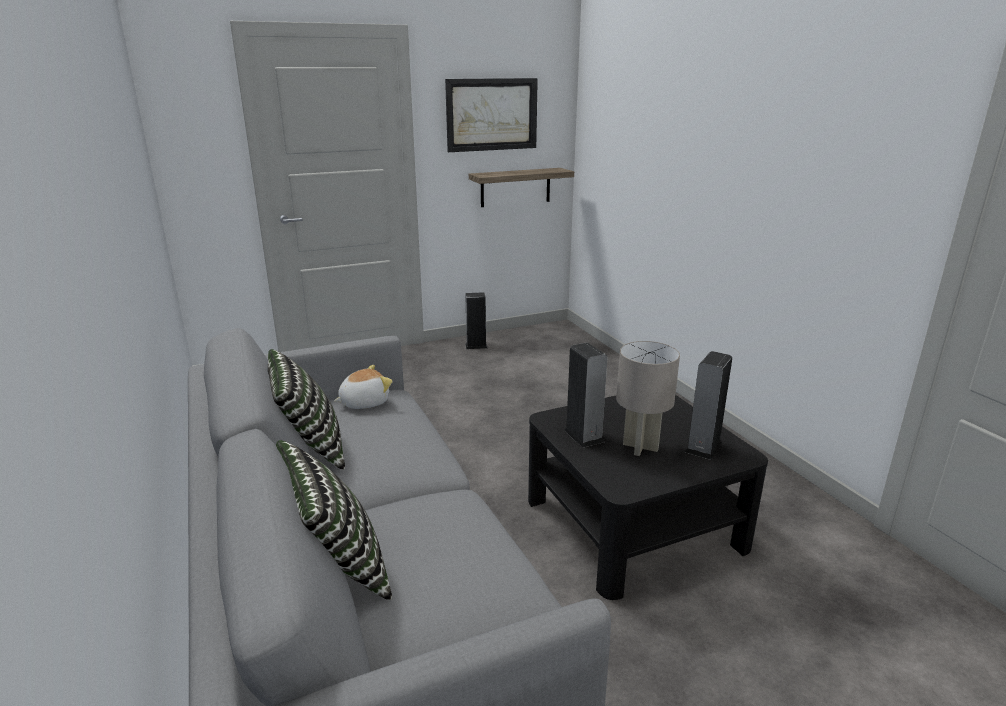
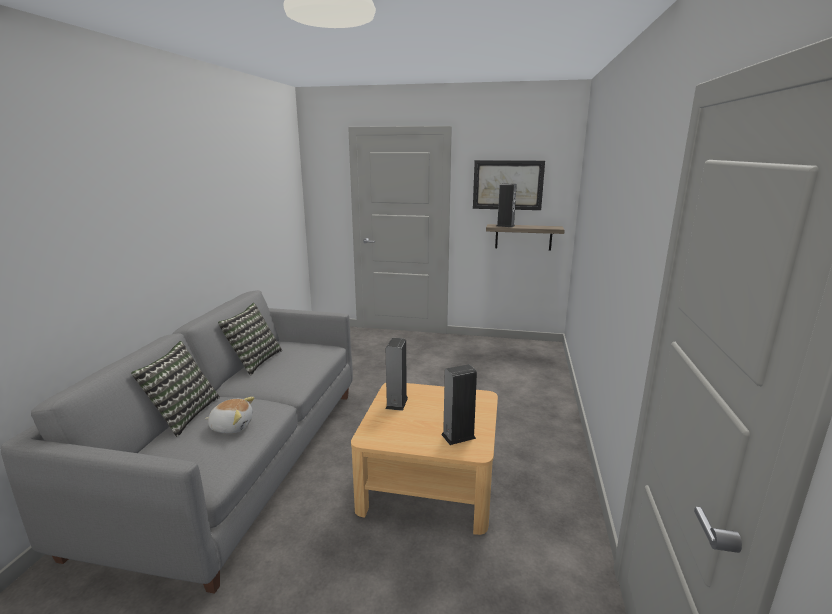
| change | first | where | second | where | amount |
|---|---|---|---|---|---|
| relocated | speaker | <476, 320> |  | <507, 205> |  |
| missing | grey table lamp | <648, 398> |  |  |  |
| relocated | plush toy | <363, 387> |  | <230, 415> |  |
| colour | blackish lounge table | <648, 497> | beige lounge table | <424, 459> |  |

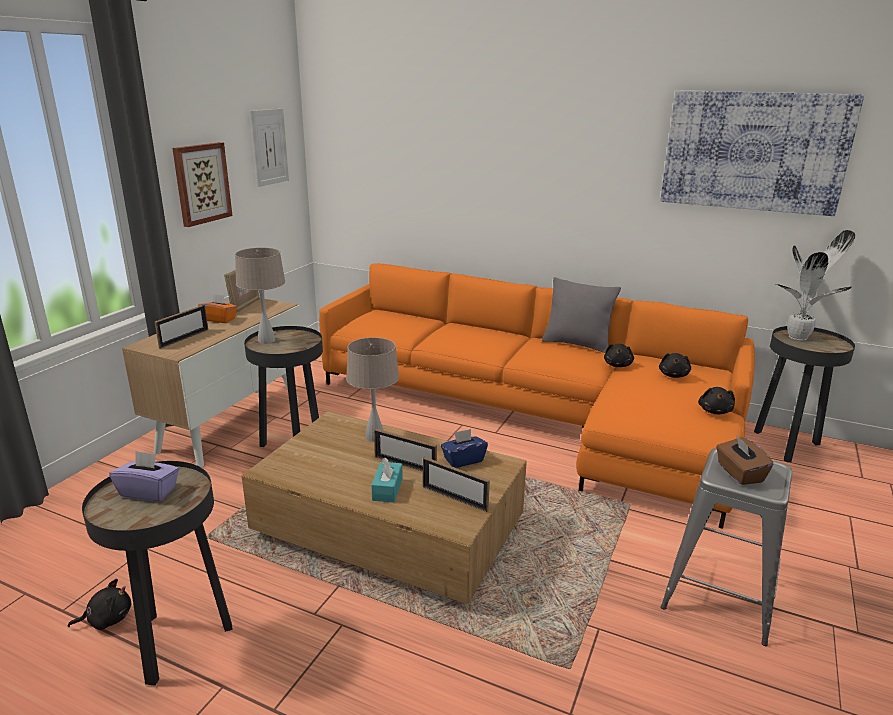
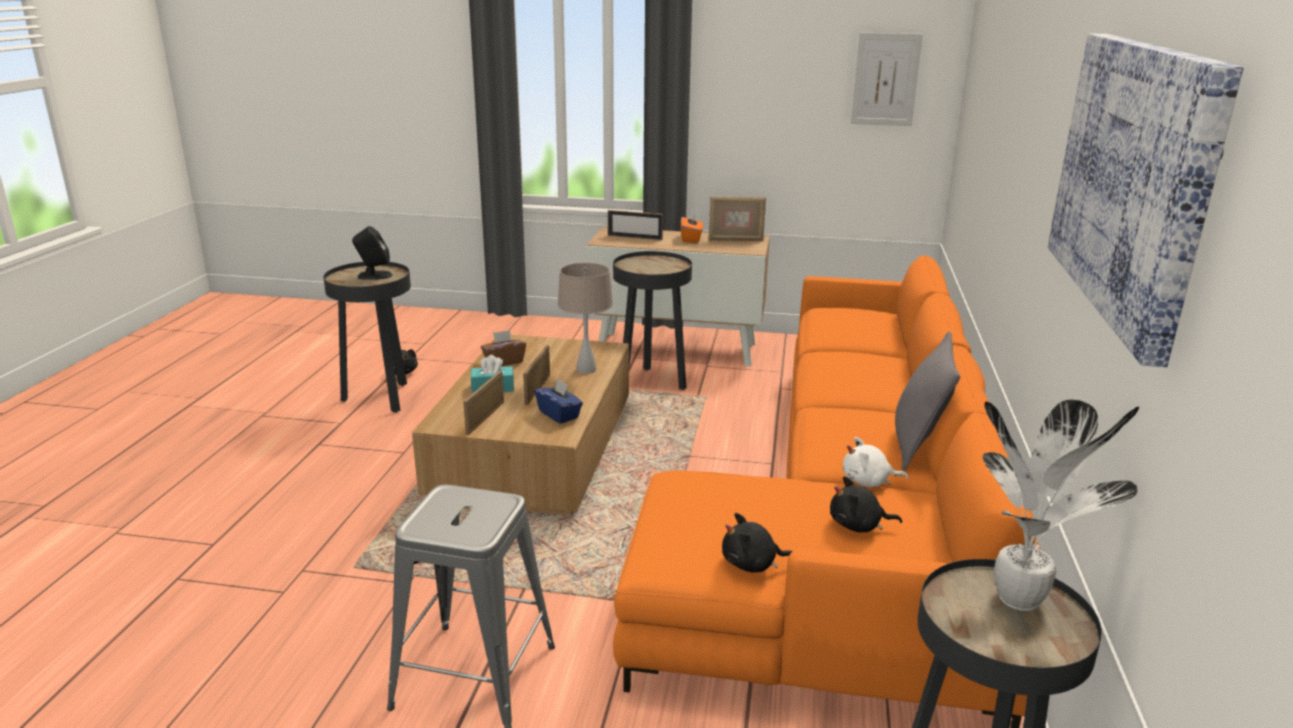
| change | first | where | second | where | amount |
|---|---|---|---|---|---|
| missing | wall picture | <202, 184> |  |  |  |
| missing | beige table lamp | <260, 295> |  |  |  |
| colour | blackish plush toy | <619, 355> | white-coloured plush toy | <875, 462> |  |
| relocated | brown tissue box | <744, 460> |  | <503, 348> |  |
| exchanged | purplish tissue box | <144, 476> | blackish speaker | <372, 253> |  |

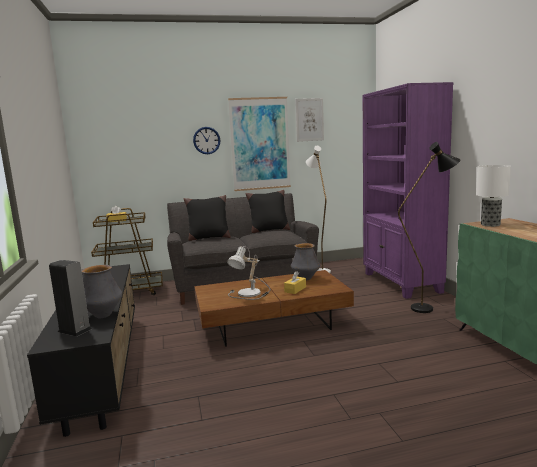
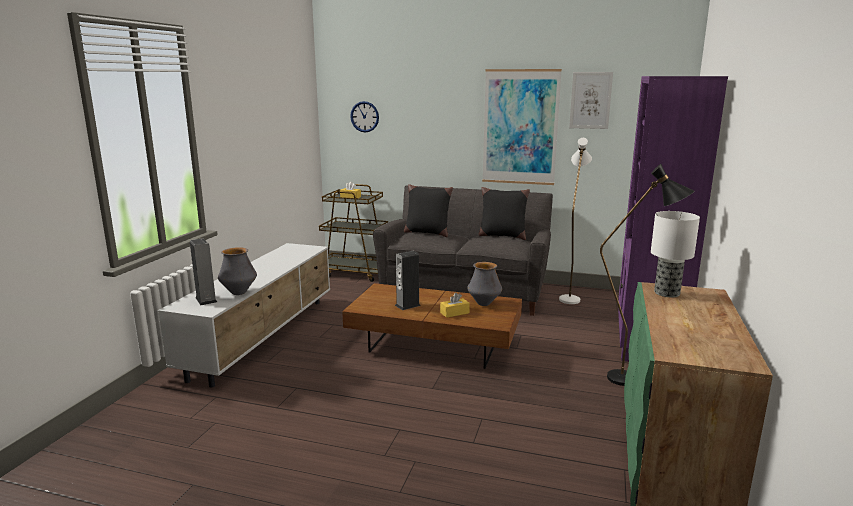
| change | first | where | second | where | amount |
|---|---|---|---|---|---|
| relocated | clock on the wall | <206, 140> |  | <364, 116> |  |
| exchanged | table lamp | <248, 273> | speaker | <408, 280> |  |
| colour | blackish tv stand | <81, 350> | white-coloured tv stand | <244, 315> |  |

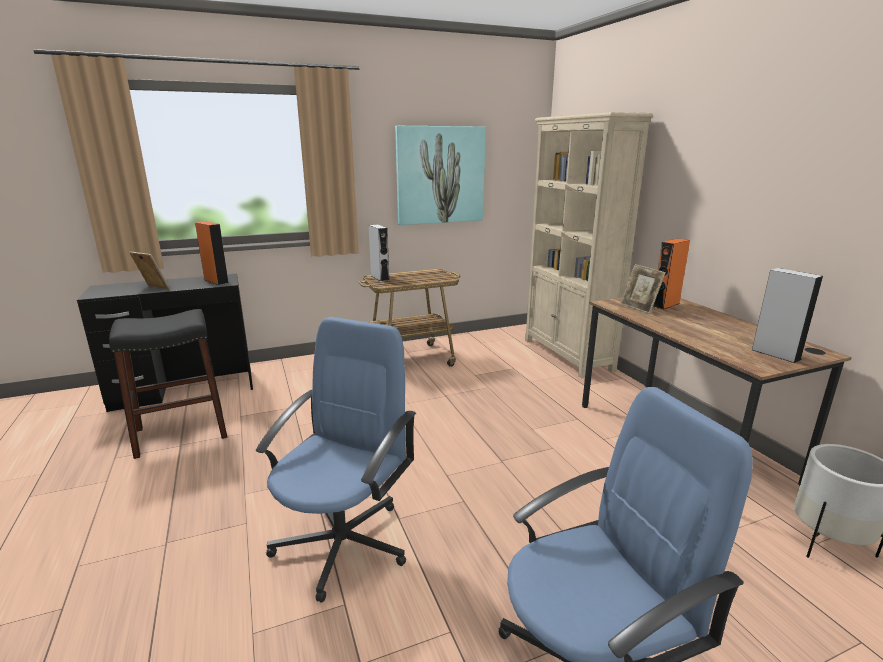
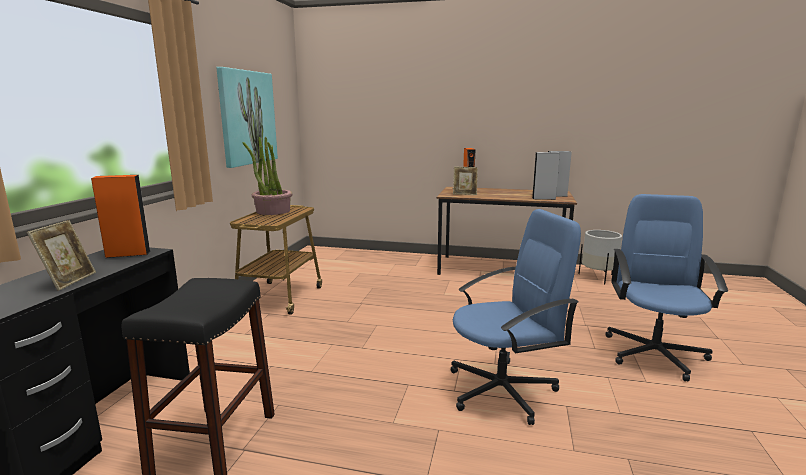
| change | first | where | second | where | amount |
|---|---|---|---|---|---|
| missing | beige bookcase | <589, 245> |  |  |  |
| relocated | grey speaker | <379, 253> |  | <546, 176> |  |
| spun | picture frame | <149, 271> |  | <61, 255> | 120 degrees clockwise |
| spun | blue computer chair | <336, 460> |  | <515, 317> | 105 degrees clockwise |
| appeared |  |  | houseplant | <267, 176> |  |

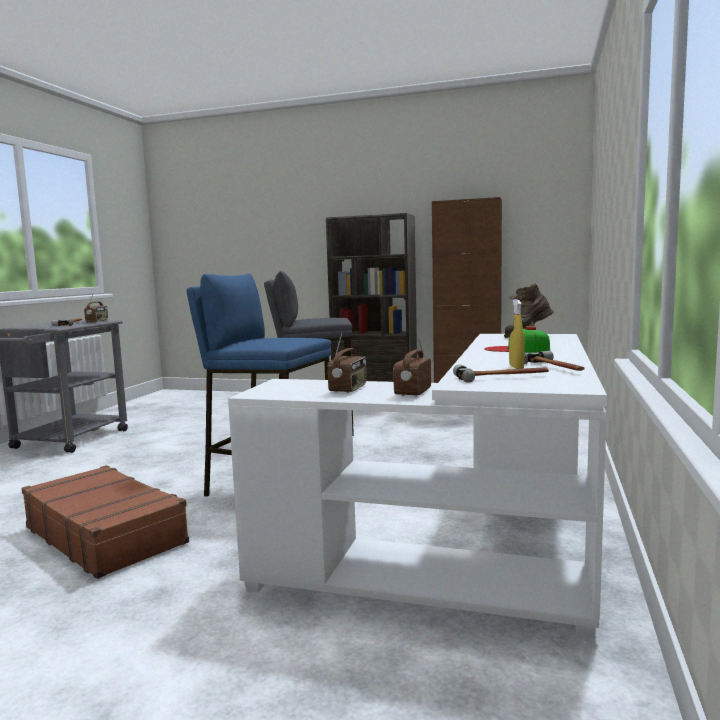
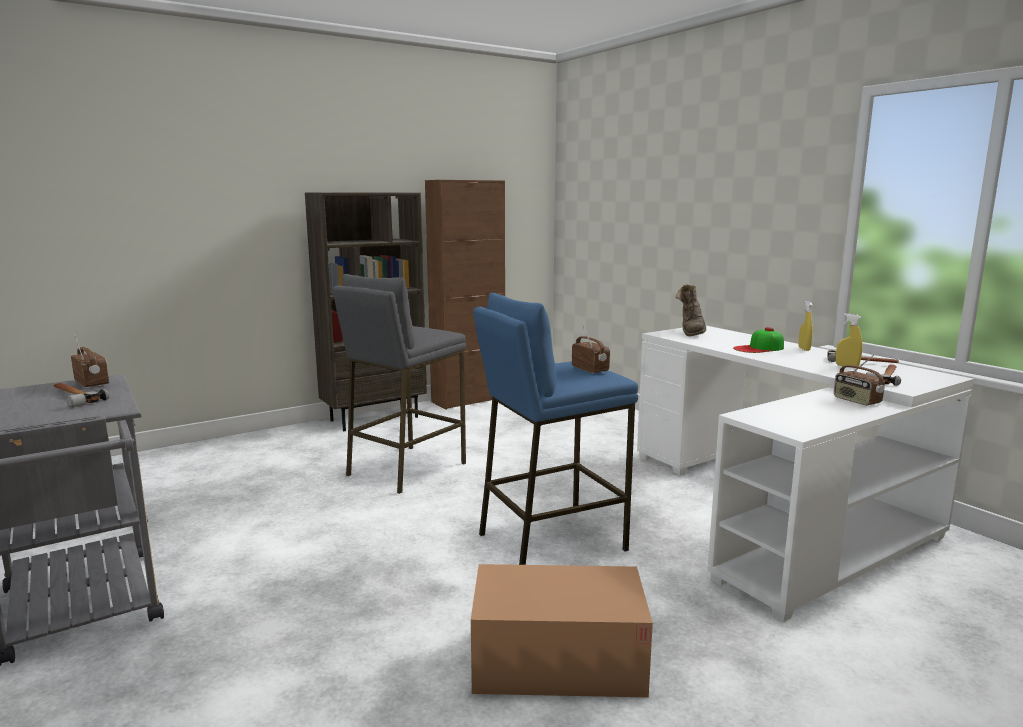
| change | first | where | second | where | amount |
|---|---|---|---|---|---|
| relocated | radio set | <347, 362> |  | <591, 349> |  |
| exchanged | brown suitcase | <105, 522> | cardboard box | <562, 631> |  |
| appeared |  |  | yellow sprayer | <805, 326> |  |

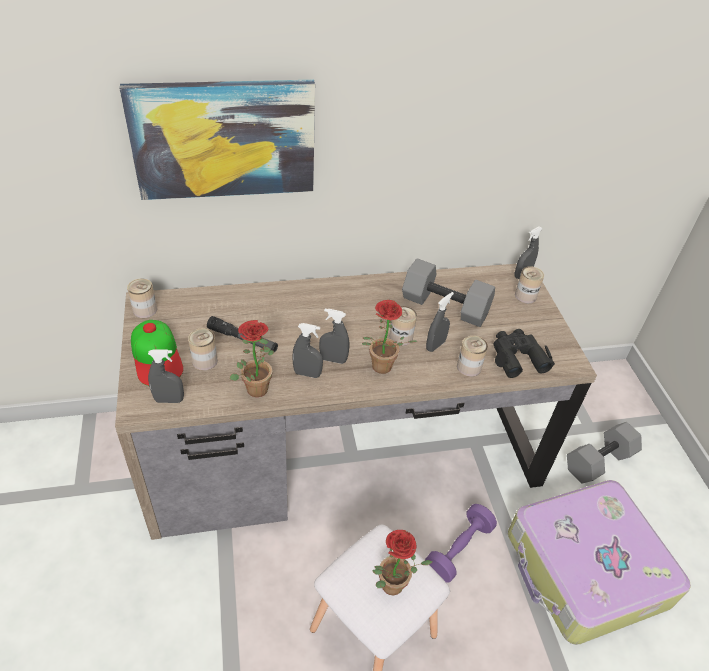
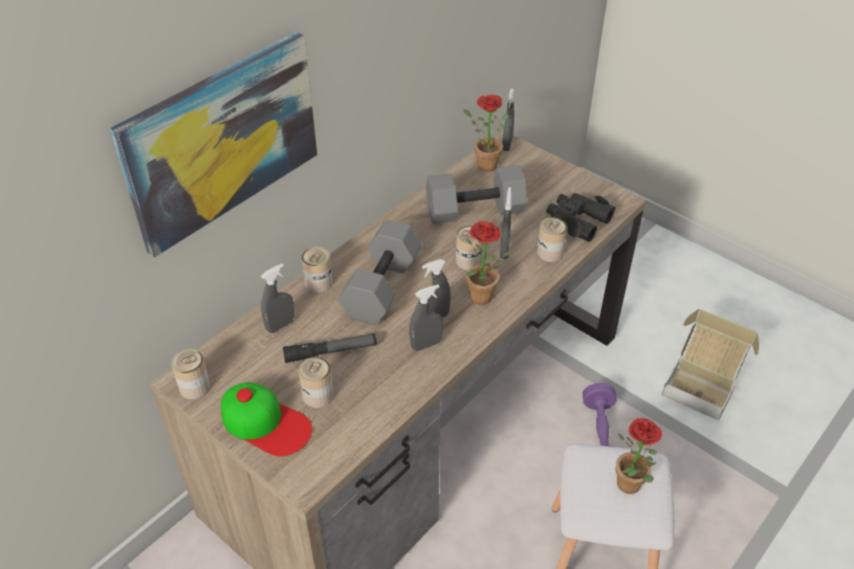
| change | first | where | second | where | amount |
|---|---|---|---|---|---|
| relocated | sealed can | <529, 284> |  | <317, 270> |  |
| relocated | houseplant | <252, 358> |  | <486, 133> |  |
| relocated | grey sprayer | <166, 376> |  | <277, 298> |  |
| relocated | grey free weight | <604, 452> |  | <379, 272> |  |
| exchanged | suitcase | <599, 562> | cardboard box | <710, 365> |  |

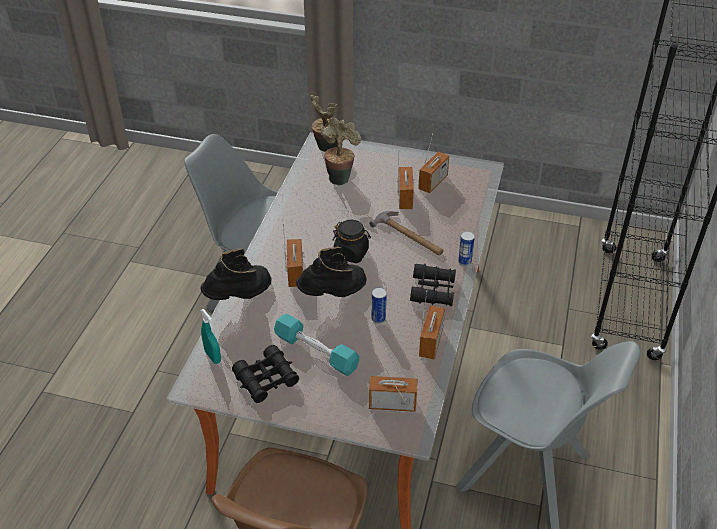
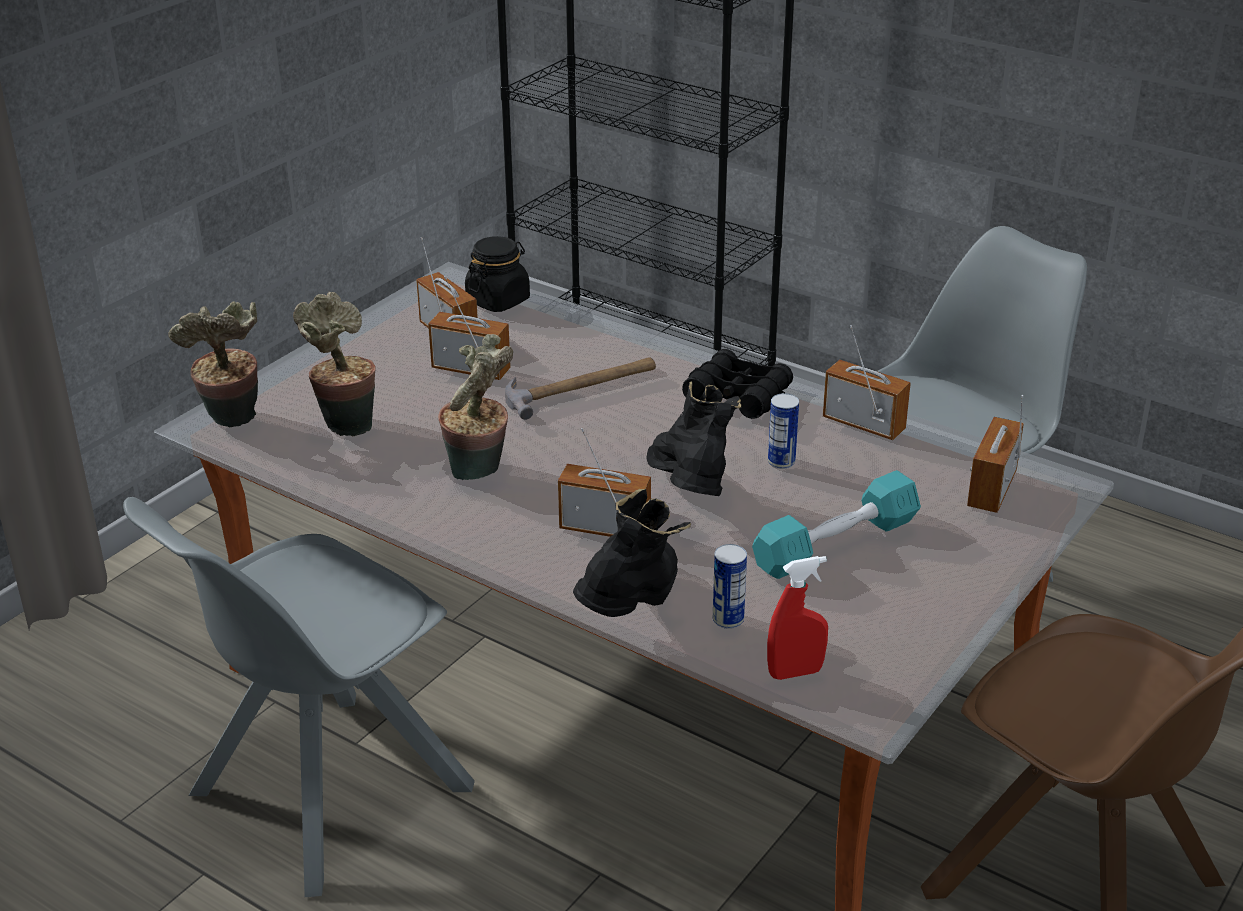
| change | first | where | second | where | amount |
|---|---|---|---|---|---|
| relocated | blackish jar | <351, 241> |  | <497, 274> |  |
| relocated | sealed can | <466, 248> |  | <730, 586> |  |
| spun | blackish tall boot | <236, 274> |  | <632, 553> | 45 degrees clockwise |
| colour | blue-green sprayer | <210, 336> | red sprayer | <797, 618> |  |
| missing | blackish field glasses | <265, 374> |  |  |  |
| appeared |  |  | houseplant | <475, 407> |  |

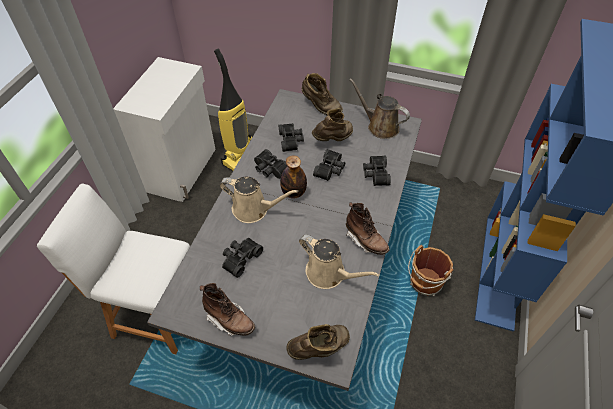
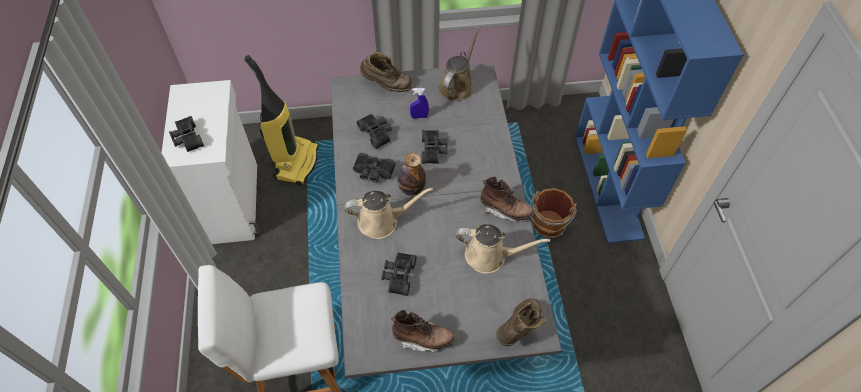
| change | first | where | second | where | amount |
|---|---|---|---|---|---|
| spun | brown sprinkling can | <379, 108> |  | <459, 63> | 105 degrees clockwise |
| exchanged | brown tall boot | <332, 124> | blue sprayer | <419, 103> |  |
| relocated | blackish field glasses | <377, 171> |  | <186, 134> |  |

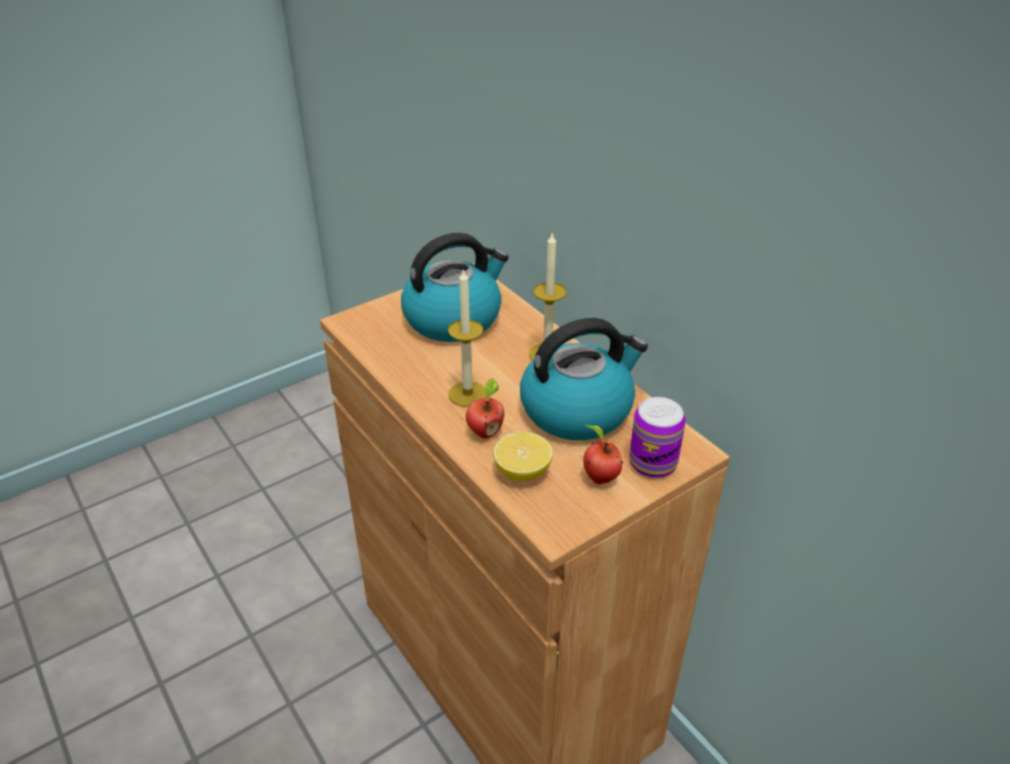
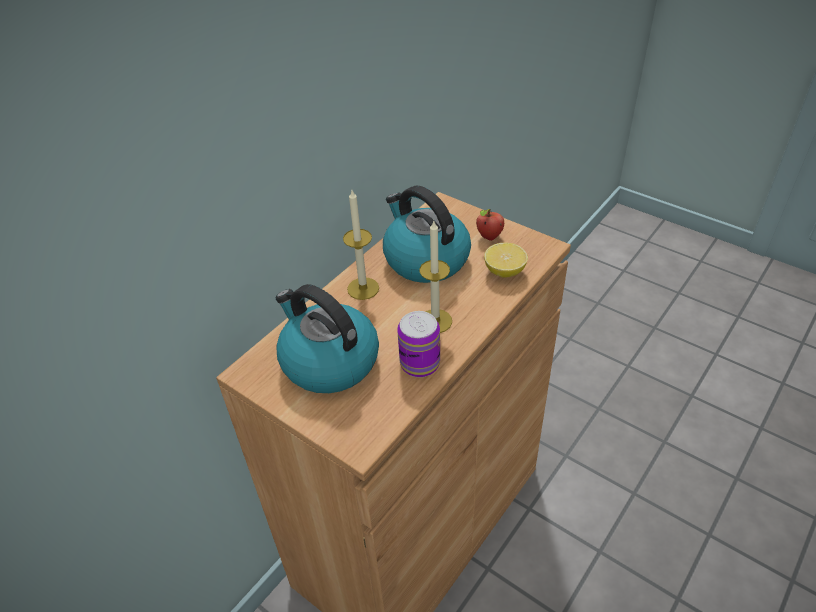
| change | first | where | second | where | amount |
|---|---|---|---|---|---|
| missing | apple fruit | <485, 408> |  |  |  |
| relocated | sealed can | <657, 437> |  | <418, 344> |  |

